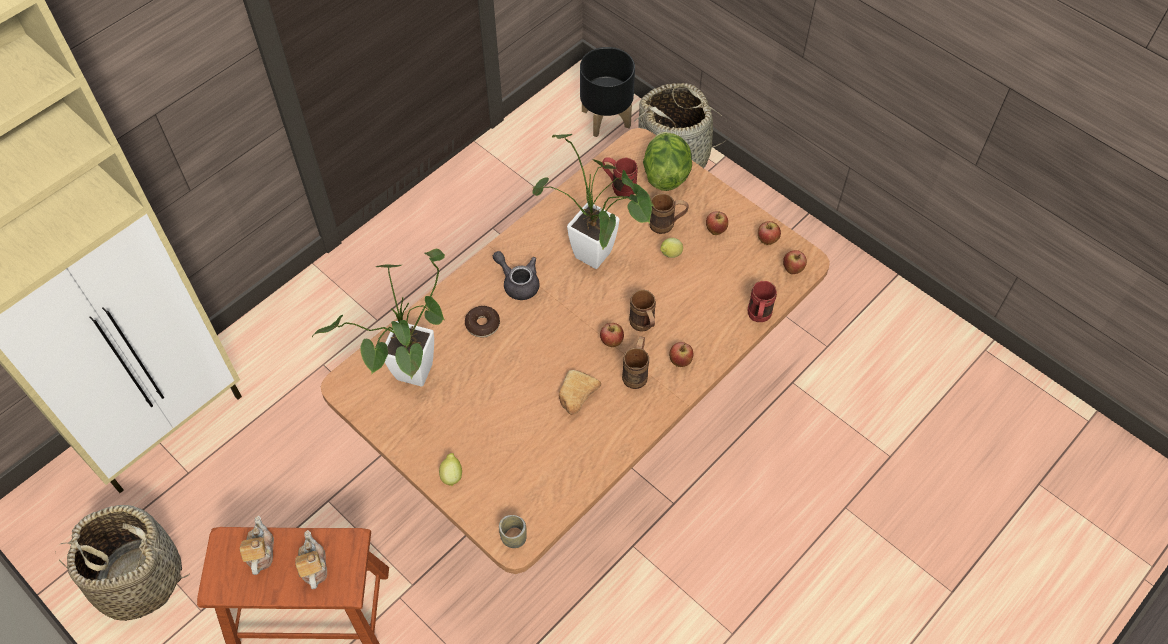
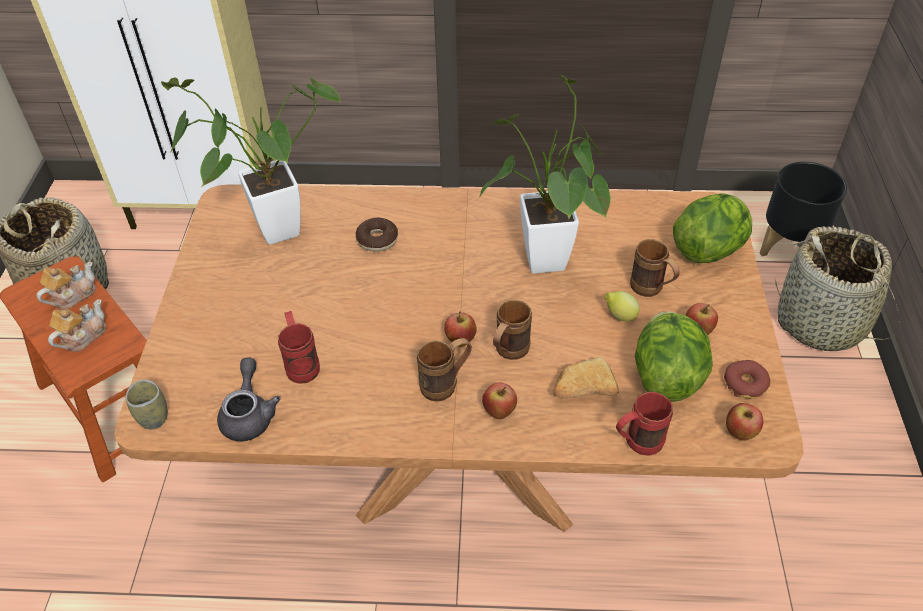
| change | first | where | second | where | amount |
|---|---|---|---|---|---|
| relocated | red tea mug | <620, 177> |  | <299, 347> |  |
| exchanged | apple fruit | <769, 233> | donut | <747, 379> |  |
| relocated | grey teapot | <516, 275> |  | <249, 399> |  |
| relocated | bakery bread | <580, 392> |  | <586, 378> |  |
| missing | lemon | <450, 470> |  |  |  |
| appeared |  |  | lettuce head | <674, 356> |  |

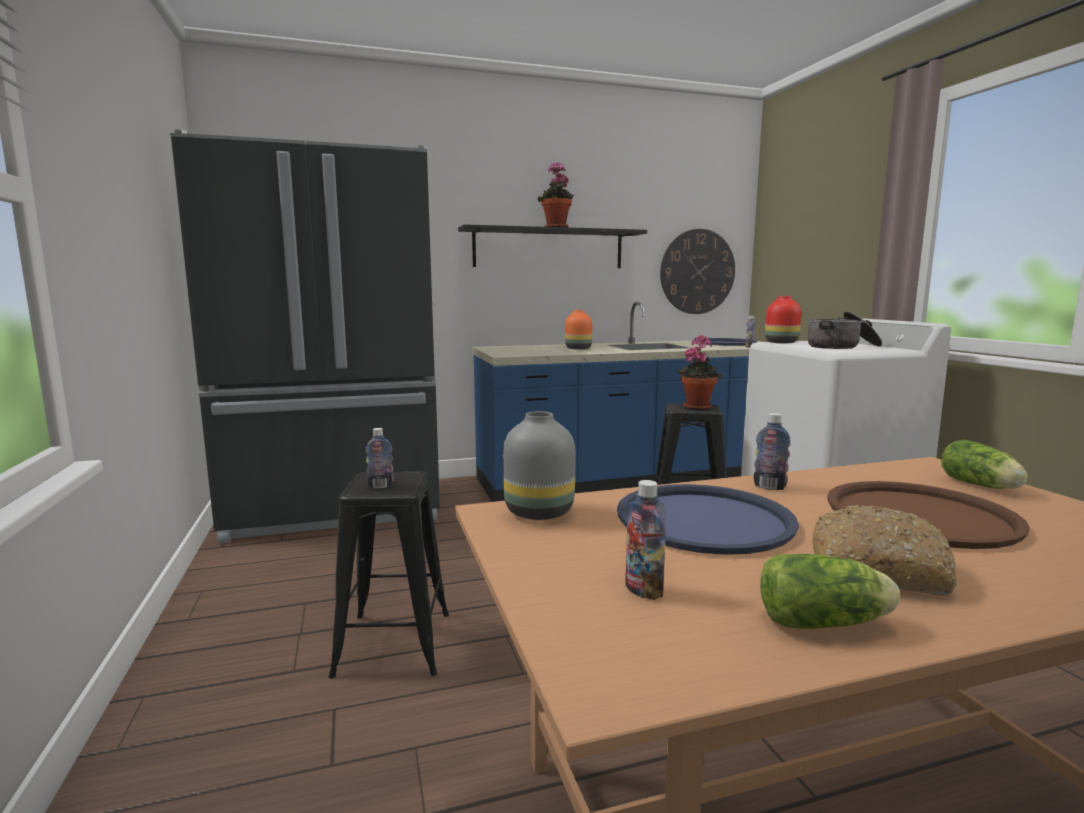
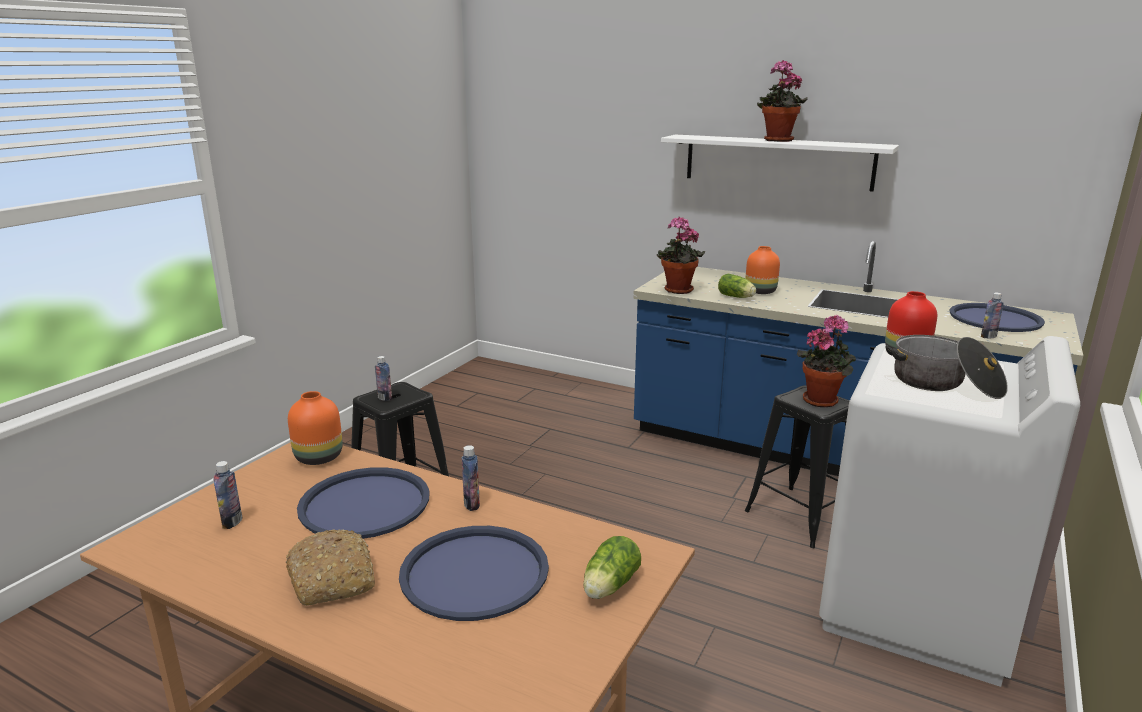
| change | first | where | second | where | amount |
|---|---|---|---|---|---|
| missing | blackish refrigerator | <305, 337> |  |  |  |
| colour | blackish bracket shelf | <552, 246> | white-coloured bracket shelf | <780, 163> |  |
| missing | clock on the wall | <697, 271> |  |  |  |
| colour | grey flower vase | <539, 465> | orange flower vase | <315, 428> |  |
| colour | brown tray | <928, 515> | blue tray | <474, 573> |  |
| relocated | lettuce head | <830, 591> |  | <737, 285> |  |
| appeared |  |  | houseplant | <681, 255> |  |

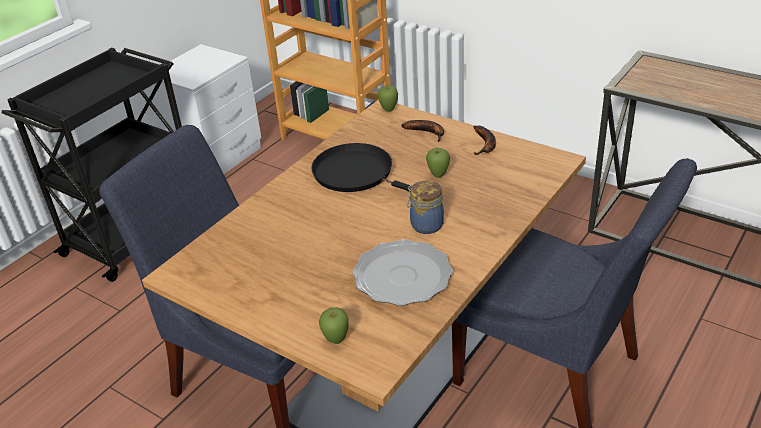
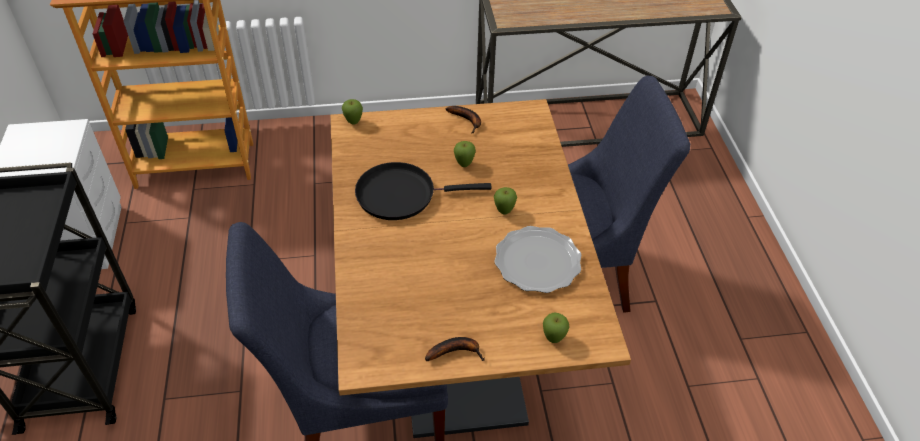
| change | first | where | second | where | amount |
|---|---|---|---|---|---|
| relocated | whole banana | <422, 131> |  | <455, 349> |  |
| exchanged | jar | <425, 207> | apple fruit | <505, 201> |  |

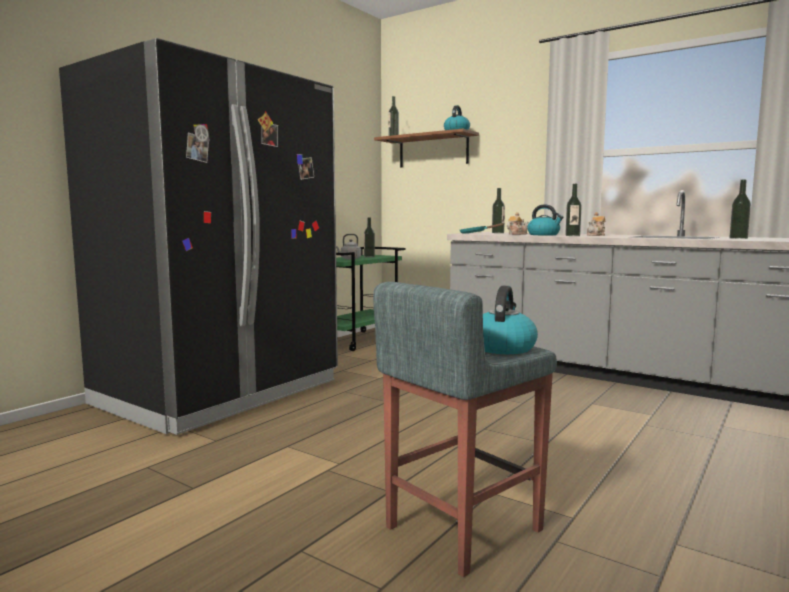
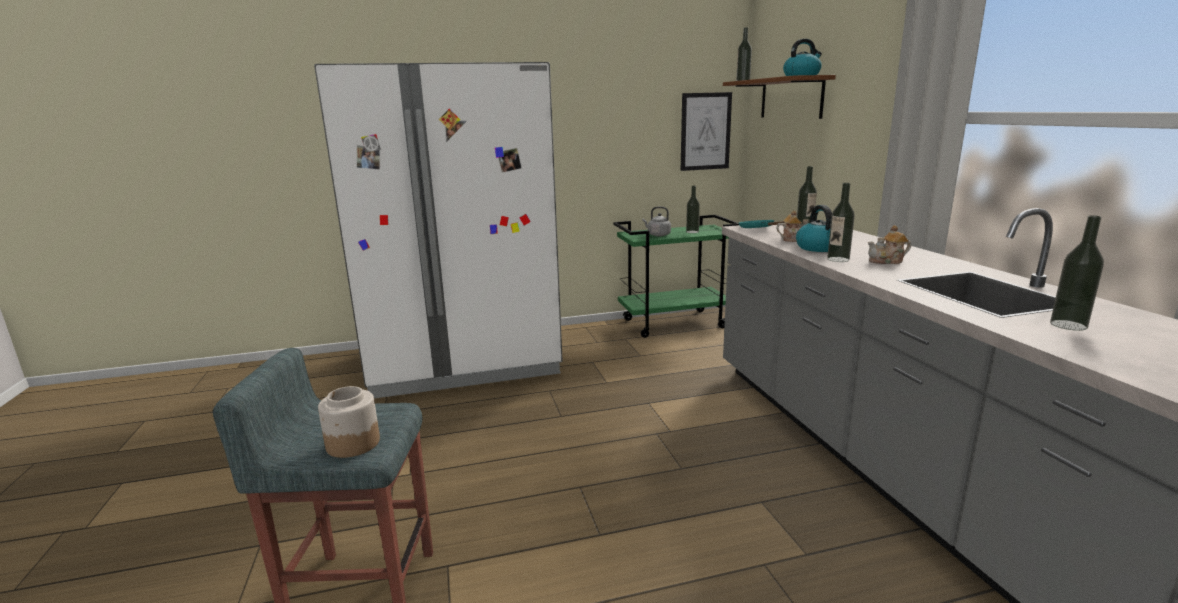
| change | first | where | second | where | amount |
|---|---|---|---|---|---|
| colour | blackish refrigerator | <198, 236> | white-coloured refrigerator | <438, 230> |  |
| exchanged | kettle | <510, 320> | jar | <349, 422> |  |
| appeared |  |  | wall picture | <706, 131> |  |

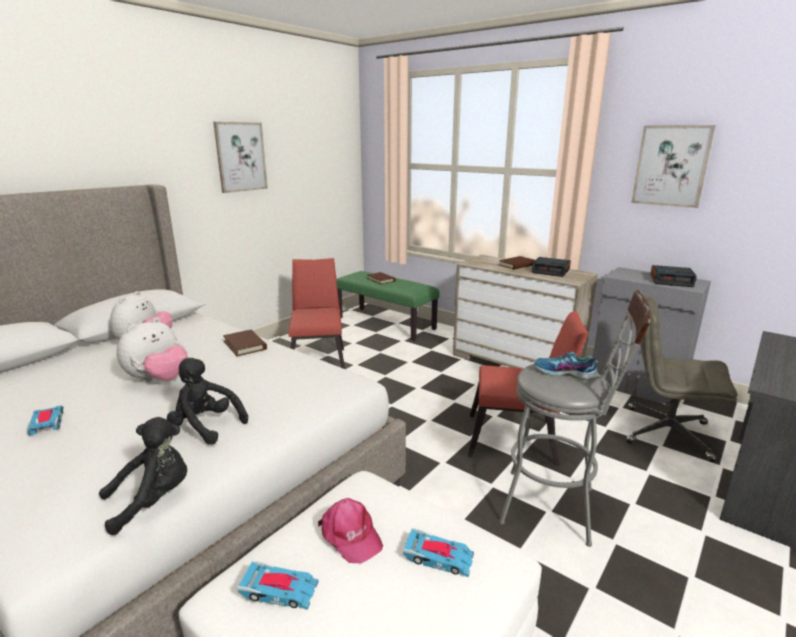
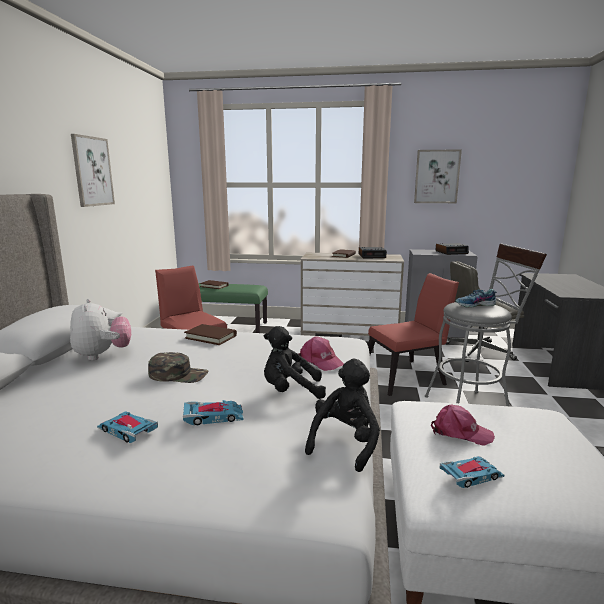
| change | first | where | second | where | amount |
|---|---|---|---|---|---|
| exchanged | plush toy | <152, 350> | greenish baseball cap | <178, 367> |  |
| relocated | toy car | <438, 552> |  | <213, 412> |  |
| appeared |  |  | pinkish baseball cap | <321, 353> |  |

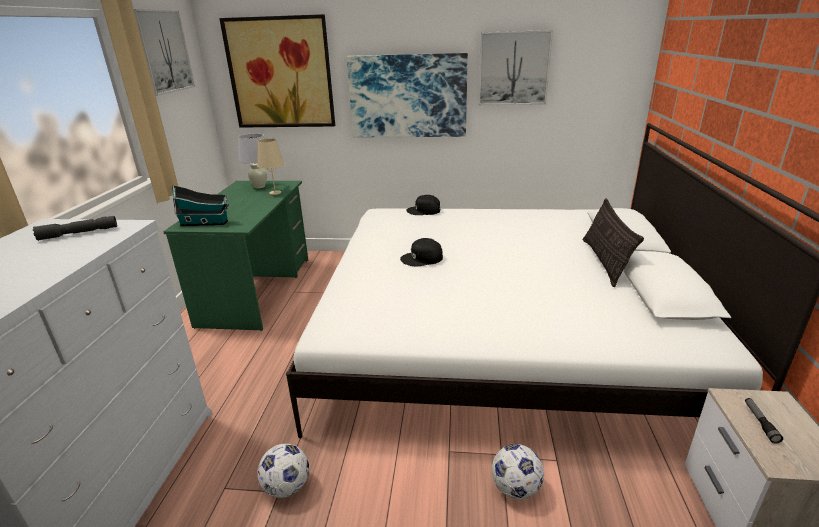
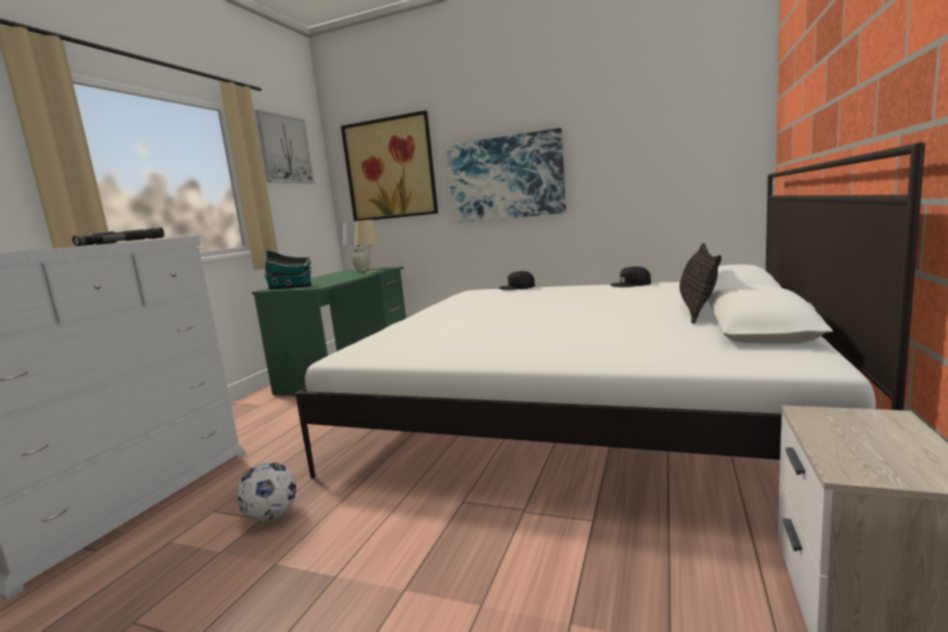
| change | first | where | second | where | amount |
|---|---|---|---|---|---|
| missing | wall picture | <516, 67> |  |  |  |
| relocated | blackish baseball cap | <421, 252> |  | <630, 276> |  |
| relocated | hand torch | <764, 421> |  | <99, 240> |  |
| missing | football ball | <518, 471> |  |  |  |

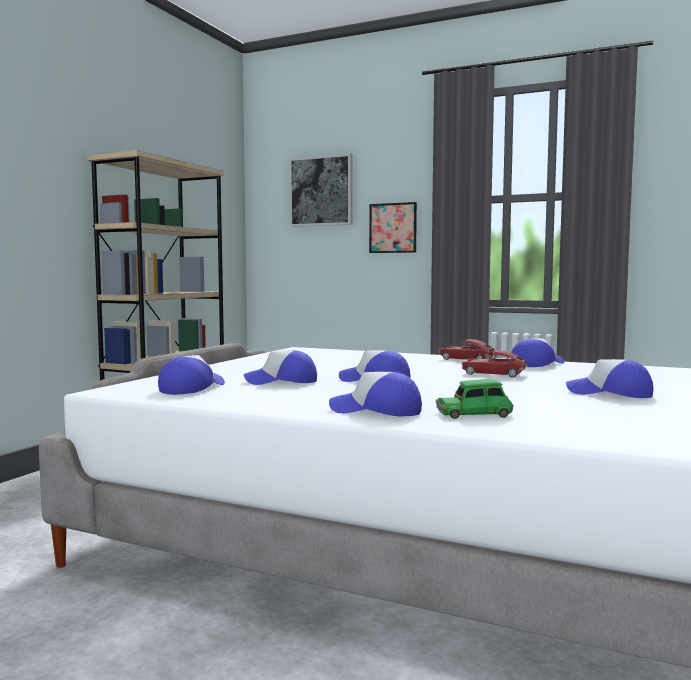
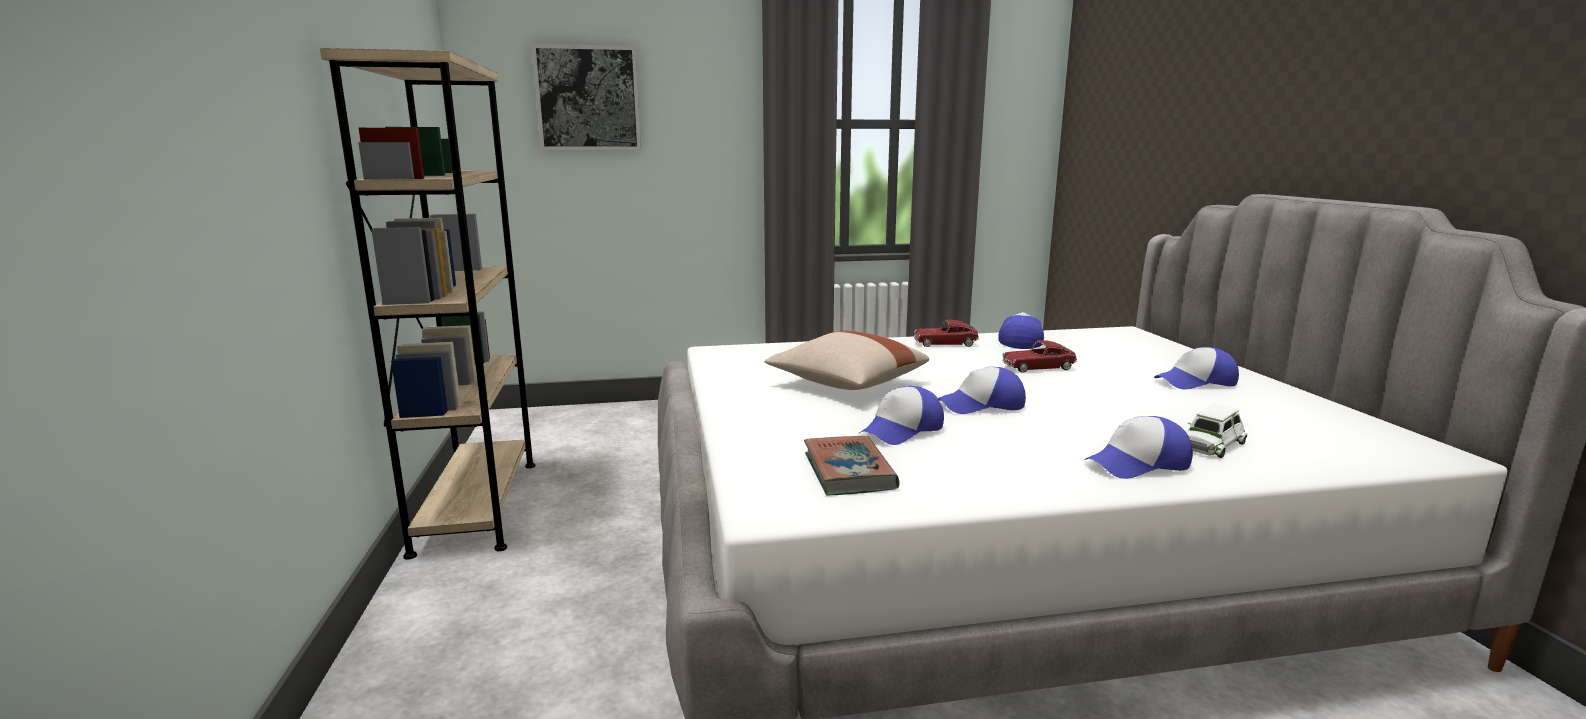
| change | first | where | second | where | amount |
|---|---|---|---|---|---|
| missing | wall picture | <393, 227> |  |  |  |
| exchanged | baseball cap | <191, 375> | bound book | <851, 466> |  |
| colour | greenish toy car | <475, 399> | white-coloured toy car | <1217, 431> |  |
| appeared |  |  | beige throw pillow | <847, 360> |  |

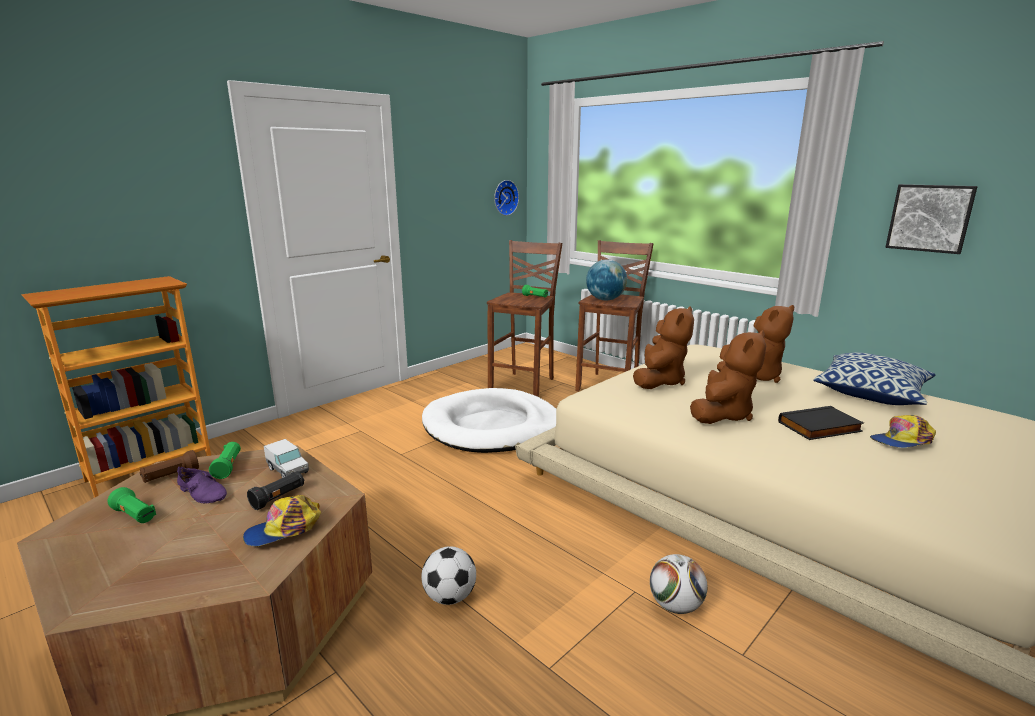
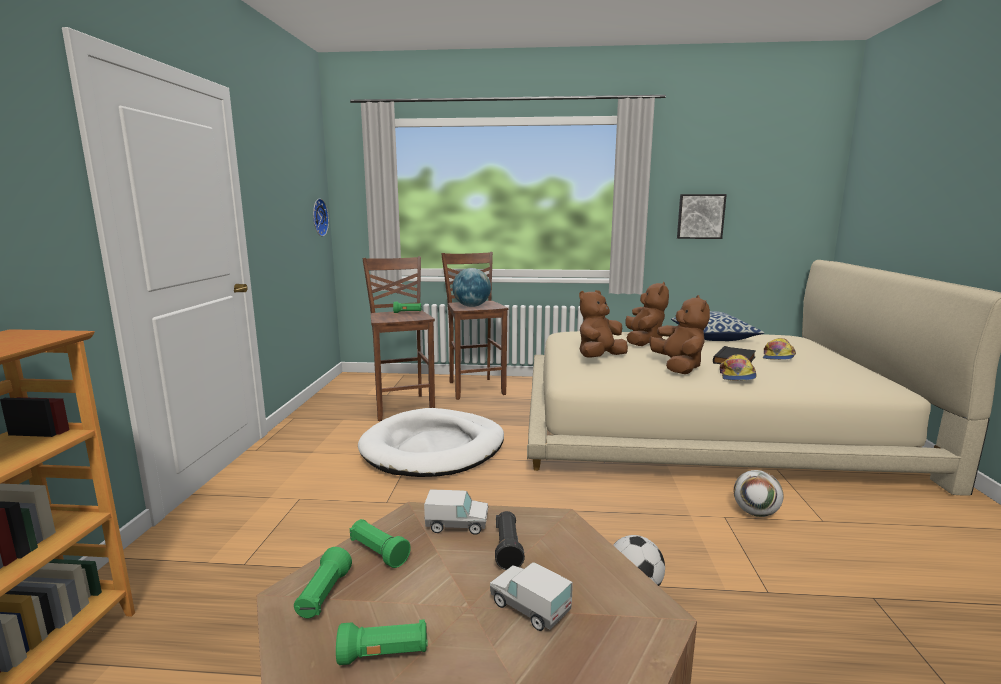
| change | first | where | second | where | amount |
|---|---|---|---|---|---|
| spun | brown plush toy | <663, 347> |  | <603, 324> | 120 degrees counterclockwise |
| colour | brown hand torch | <169, 466> | greenish hand torch | <323, 582> |  |
| missing | purplish item of footwear | <202, 485> |  |  |  |
| relocated | baseball cap | <282, 520> |  | <738, 367> |  |
| appeared |  |  | model truck | <531, 596> |  |

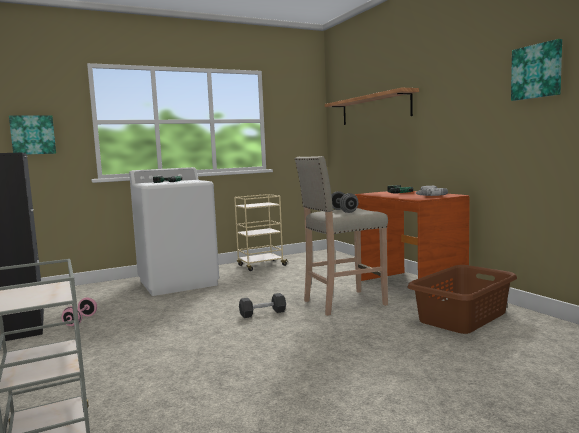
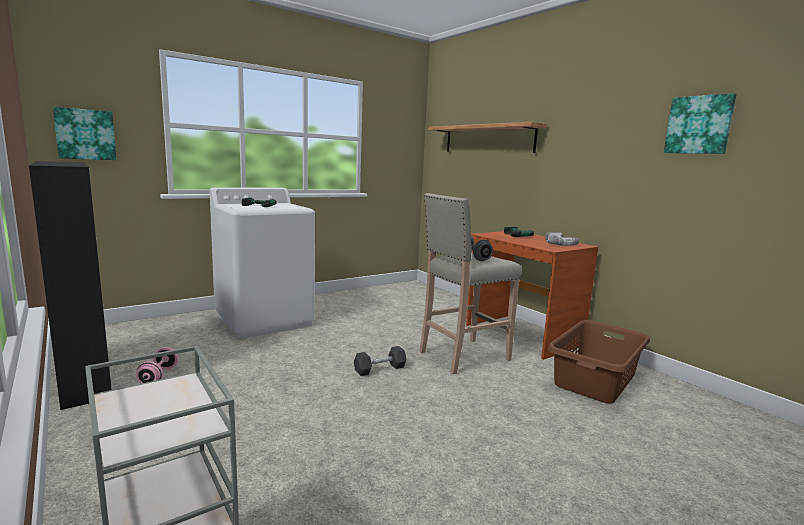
| change | first | where | second | where | amount |
|---|---|---|---|---|---|
| missing | beige wheeled cart | <261, 232> |  |  |  |

